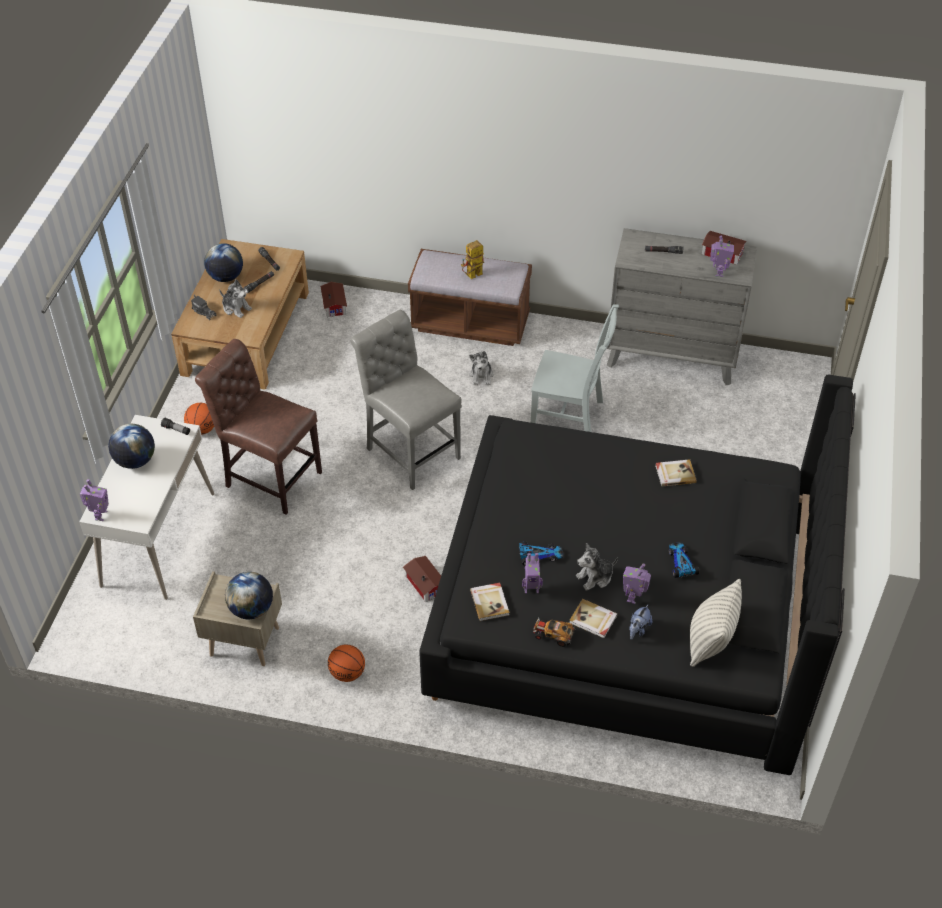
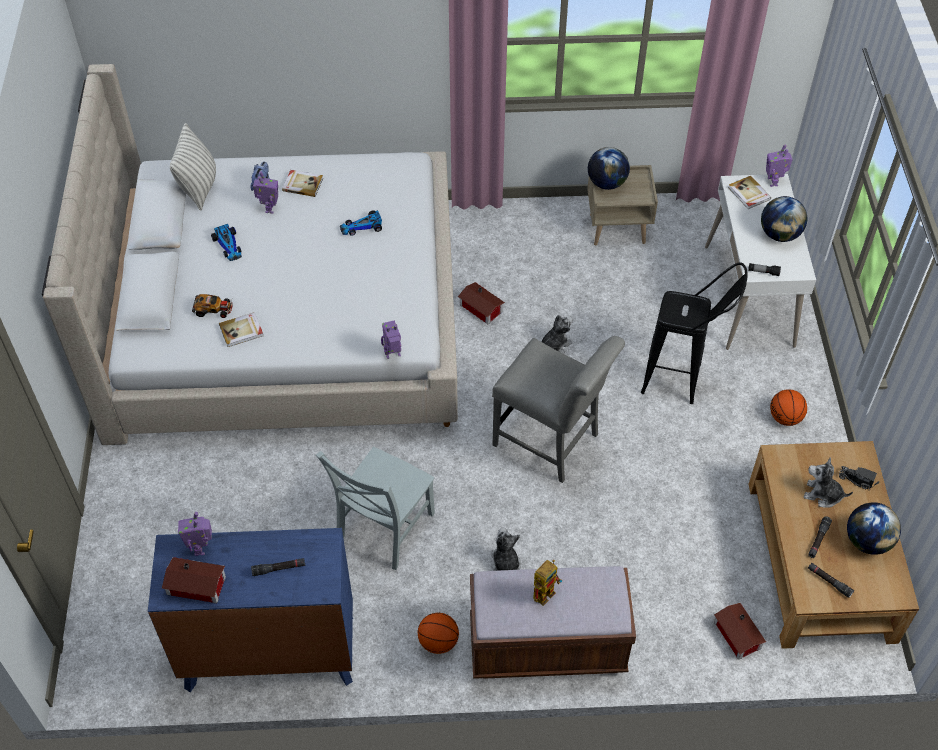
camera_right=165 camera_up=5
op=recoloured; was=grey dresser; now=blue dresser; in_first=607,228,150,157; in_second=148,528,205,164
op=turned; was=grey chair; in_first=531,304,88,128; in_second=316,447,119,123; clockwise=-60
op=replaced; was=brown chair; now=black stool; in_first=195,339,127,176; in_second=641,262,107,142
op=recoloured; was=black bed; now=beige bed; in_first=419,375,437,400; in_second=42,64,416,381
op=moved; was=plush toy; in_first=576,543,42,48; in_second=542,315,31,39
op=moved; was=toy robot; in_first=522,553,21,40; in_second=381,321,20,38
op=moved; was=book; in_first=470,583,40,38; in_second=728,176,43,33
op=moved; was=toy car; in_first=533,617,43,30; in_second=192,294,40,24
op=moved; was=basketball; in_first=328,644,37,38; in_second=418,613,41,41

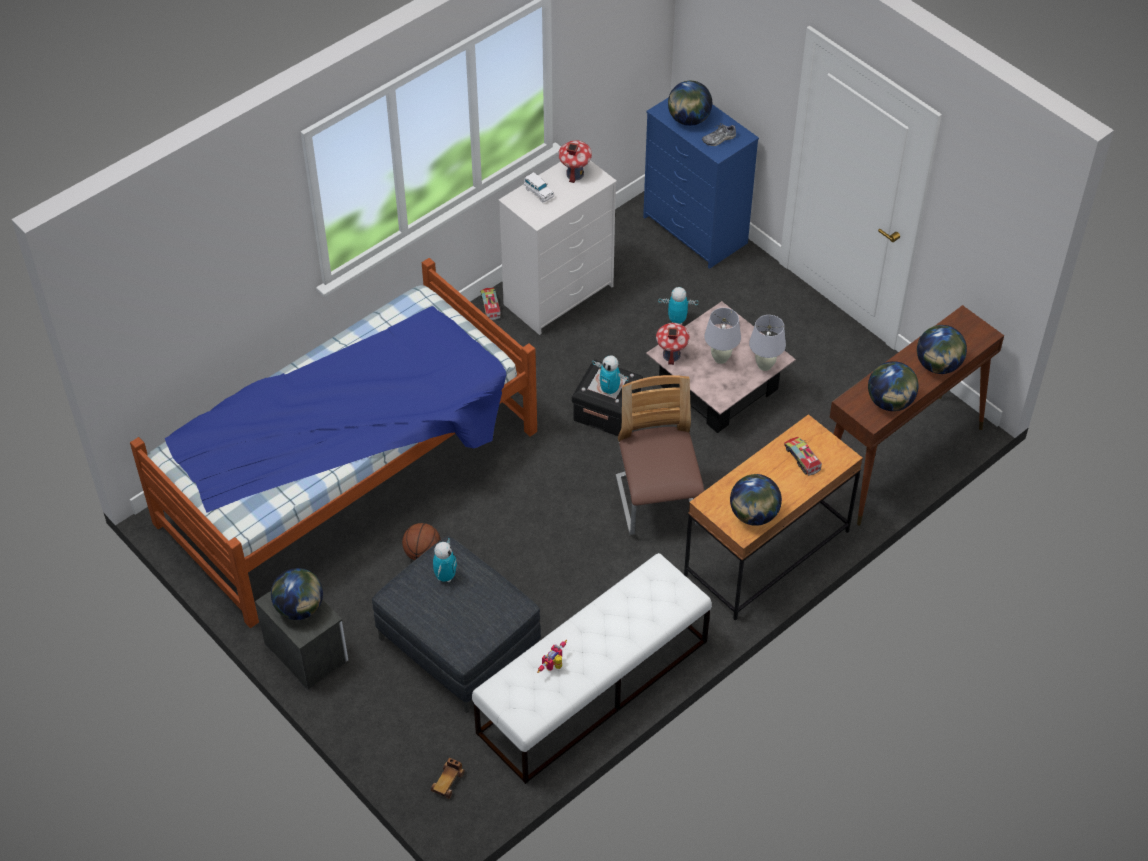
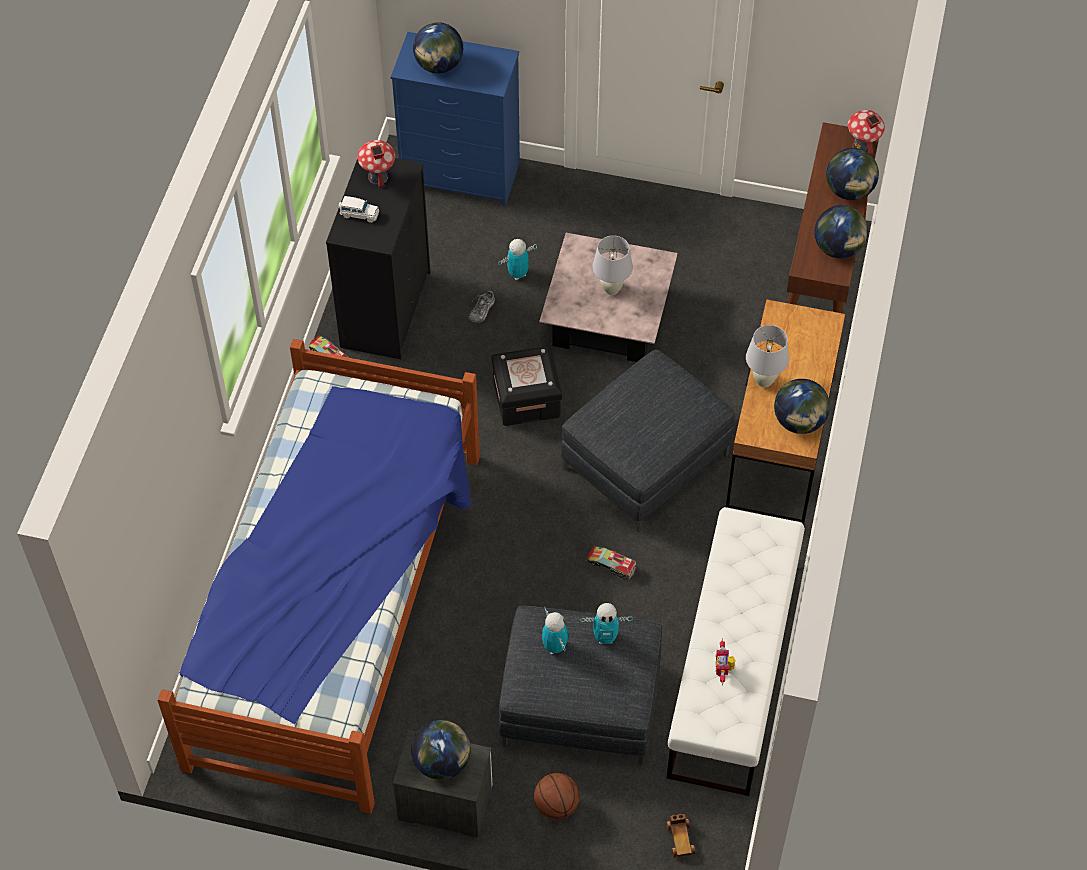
camera_right=-35 camera_up=5
op=moved; was=shoe; in_first=702,123,34,23; in_second=468,290,27,33
op=recoloured; was=white dresser; now=black dresser; in_first=498,160,119,175; in_second=326,158,104,201
op=moved; was=white table lamp; in_first=749,315,37,56; in_second=746,325,43,63
op=moved; was=toy house; in_first=656,323,33,42; in_second=848,110,37,45
op=moved; was=toy robot; in_first=592,355,37,41; in_second=580,603,53,41
op=replaced; was=chair; now=grey ottoman; in_first=616,375,88,160; in_second=561,350,174,183
op=moved; was=toy truck; in_first=784,437,38,39; in_second=587,546,49,33
op=moved; was=basketball; in_first=402,523,39,37; in_second=534,773,46,46

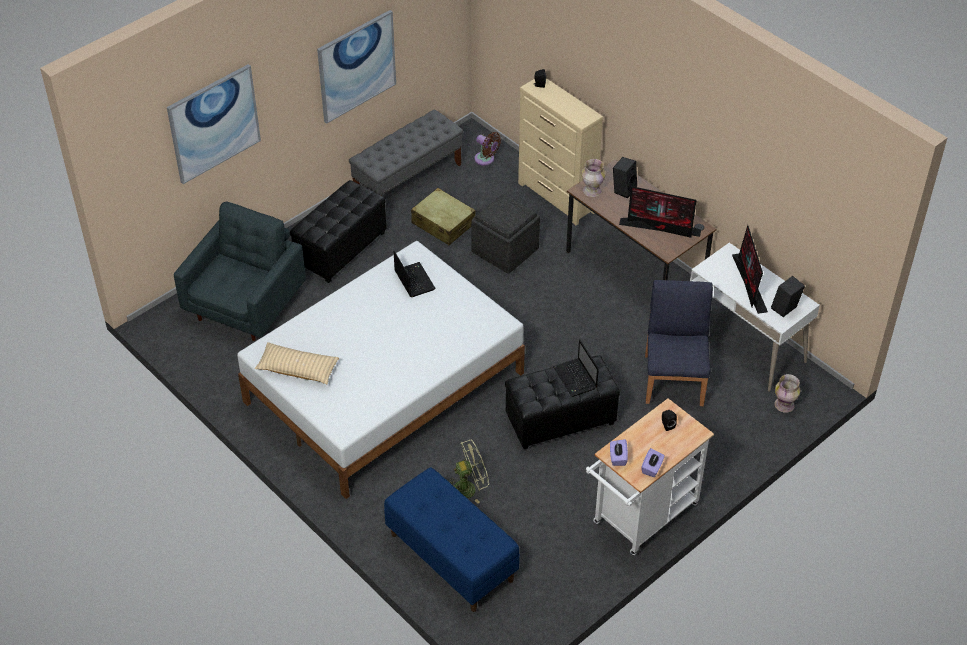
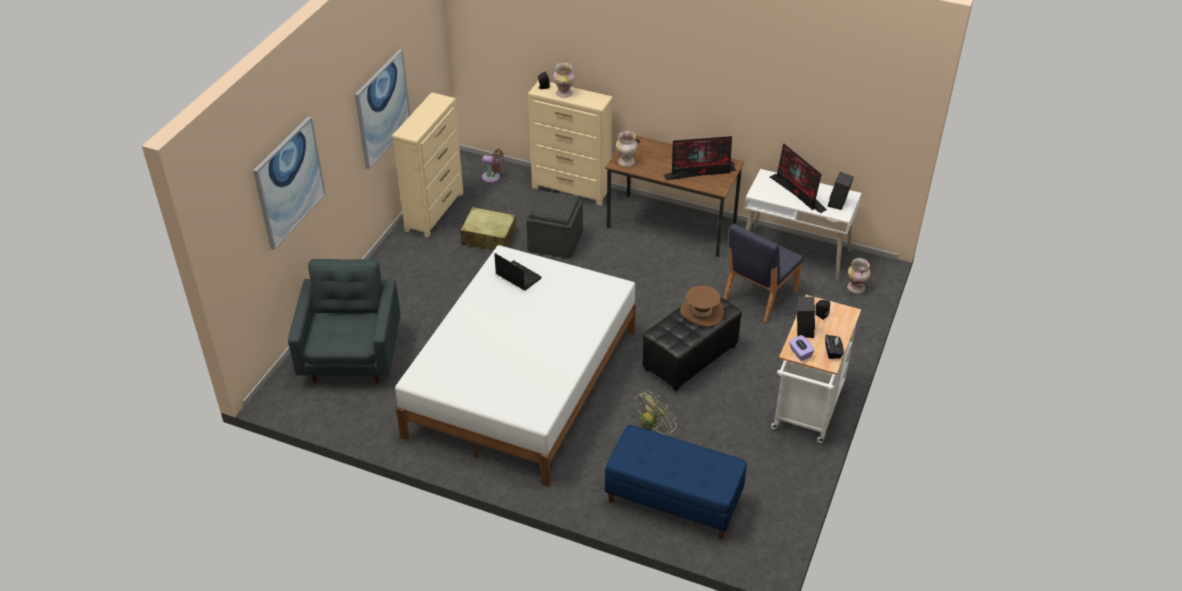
camera_right=-25 camera_up=-5
op=replaced; was=grey bench; now=beige dresser; in_first=349,110,114,86; in_second=392,92,71,146
op=moved; was=black speaker; in_first=613,157,24,41; in_second=797,297,18,41
op=removed; was=black ottoman; in_first=290,180,97,103
op=turned; was=blue chair; in_first=645,280,68,126; in_second=723,224,80,98; clockwise=-120
op=replaced; was=laptop; now=brown hat; in_first=553,339,46,58; in_second=680,285,44,42
op=removed; was=beige pillow; in_first=255,342,84,42
op=recoloured; was=purple tissue box; now=black tissue box; in_first=641,448,24,29; in_second=825,335,19,24
op=added; now=vase; in_second=553,63,22,35

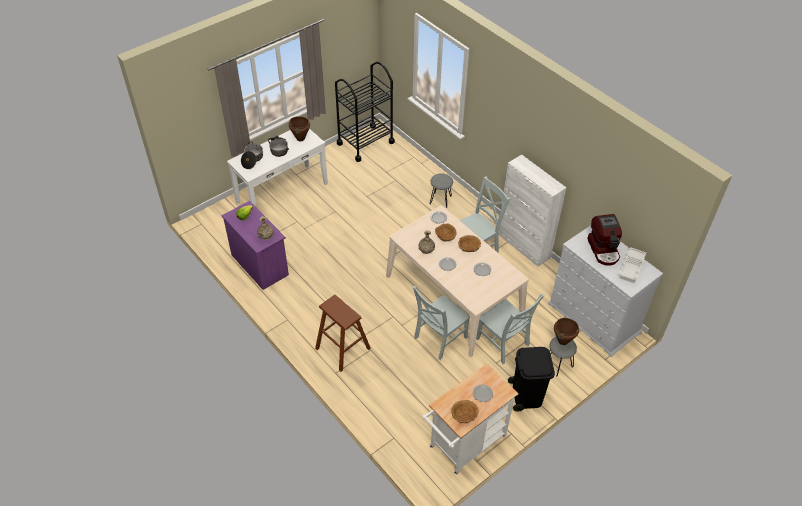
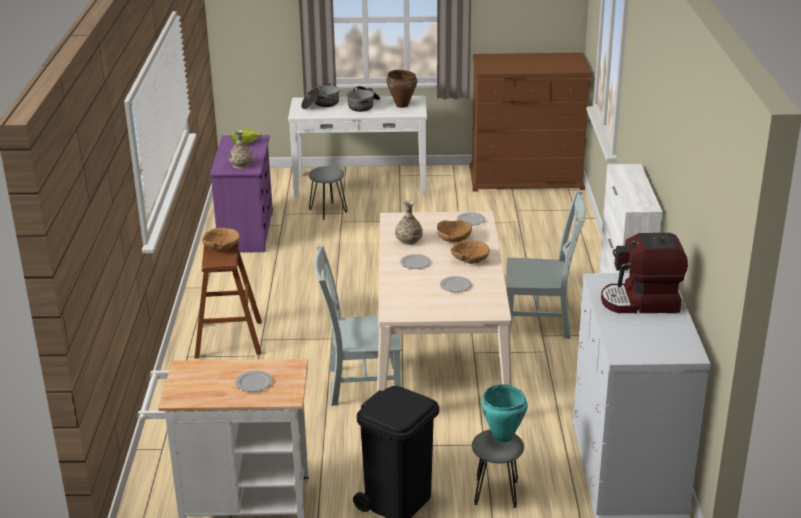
camera_right=40 camera_up=-20
op=replaced; was=black cart; now=brown dresser; in_first=335,62,60,100; in_second=469,52,122,139
op=moved; was=grey stool; in_first=430,173,23,35; in_second=309,166,38,54
op=turned; was=coffee machine; in_first=587,214,35,52; in_second=601,233,87,80; clockwise=60
op=removed; was=white tray; in_first=619,247,27,36
op=removed; was=grey chair; in_first=476,294,69,70
op=recoloured; was=brown cooking pot; now=turquoise cooking pot; in_first=554,318,25,27; in_second=481,384,47,58
op=moved; was=brown bowl; in_first=451,400,28,23; in_second=202,228,38,22

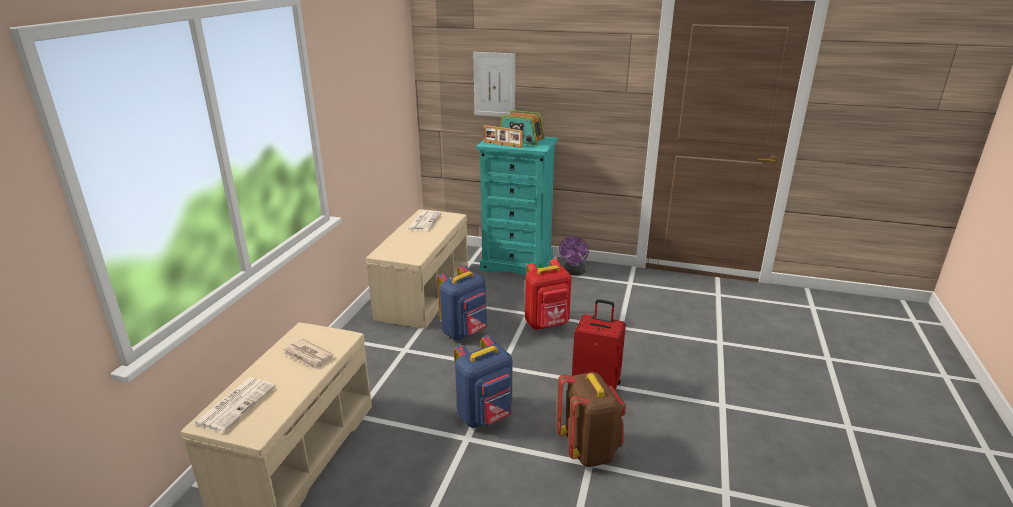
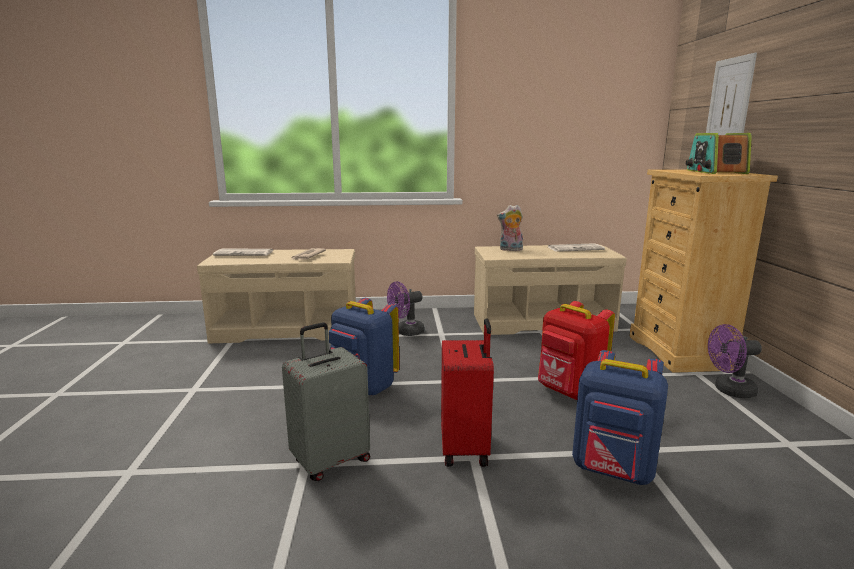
camera_right=70 camera_up=-10
op=removed; was=picture frame; in_first=483,125,40,23
op=recoloured; was=turquoise dresser; now=beige dresser; in_first=476,137,82,138; in_second=629,169,149,204
op=moved; was=blue backpack; in_first=437,265,51,75; in_second=572,350,96,135
op=replaced; was=brown backpack; now=grey suitcase; in_first=556,372,70,95; in_second=282,322,88,159
op=added; now=plush toy; in_second=497,205,26,46
op=added; now=purple fan; in_second=387,281,38,55

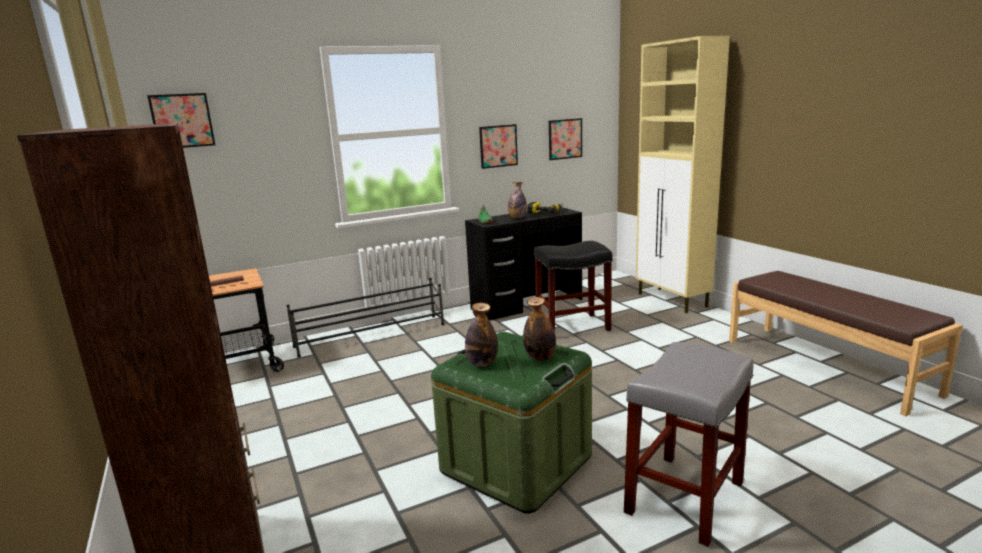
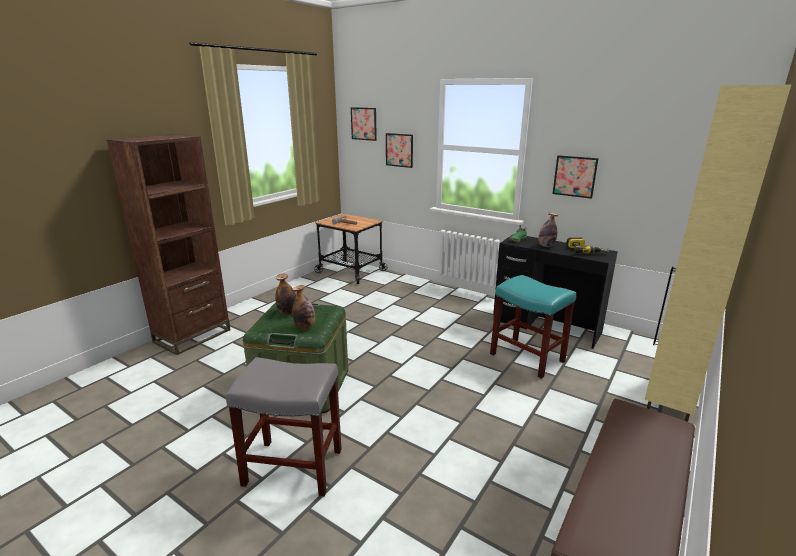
camera_right=60 camera_up=5
op=moved; was=picture; in_first=549,118,33,42; in_second=386,133,27,35
op=recoloured; was=black stool; now=turquoise stool; in_first=534,241,79,90; in_second=490,275,86,104
op=removed; was=black shoe rack; in_first=286,278,158,80

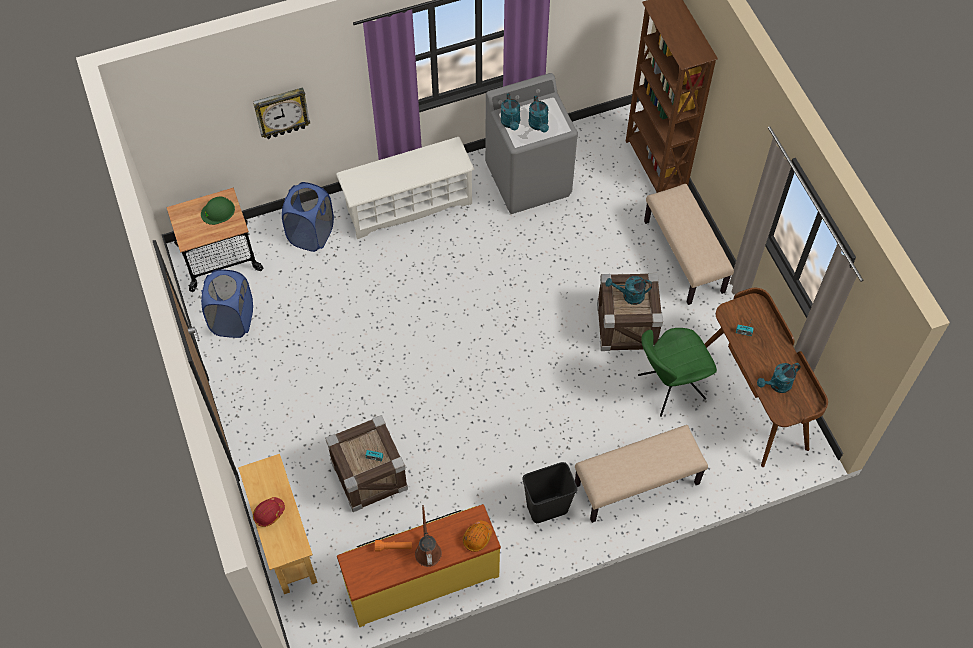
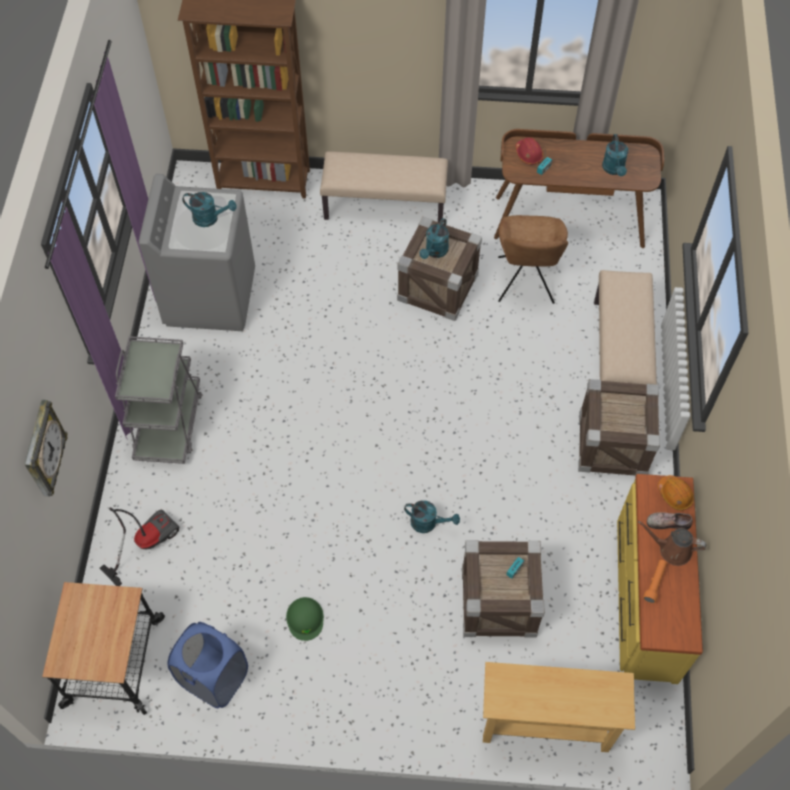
camera_right=-65 camera_up=0
op=moved; was=turquoise watering can; in_first=501,93,19,37; in_second=404,500,56,33
op=replaced; was=white shoe rack; now=grey cart; in_first=336,137,139,102; in_second=115,336,88,128
op=replaced; was=blue laundry basket; now=vacuum cleaner; in_first=282,182,52,70; in_second=100,507,79,79
op=moved; was=green hard hat; in_first=201,197,34,28; in_second=286,597,38,44
op=recoloured; was=green chair; now=brown chair; in_first=638,328,79,89; in_second=498,215,70,89
op=replaced; was=black trash can; now=crate; in_first=522,462,55,61; in_second=578,379,82,97
op=moved; was=red hard hat; in_first=253,497,32,30; in_second=516,137,27,28
op=added; now=shoe; in_second=647,512,46,18

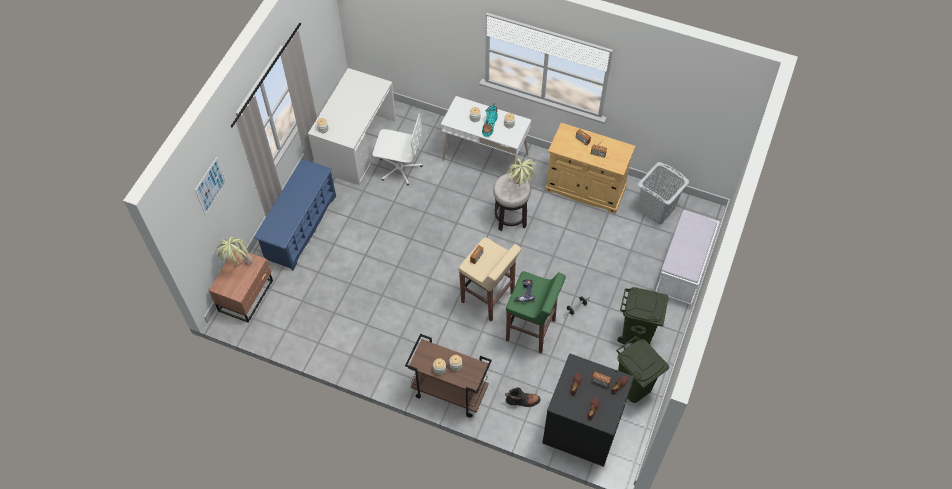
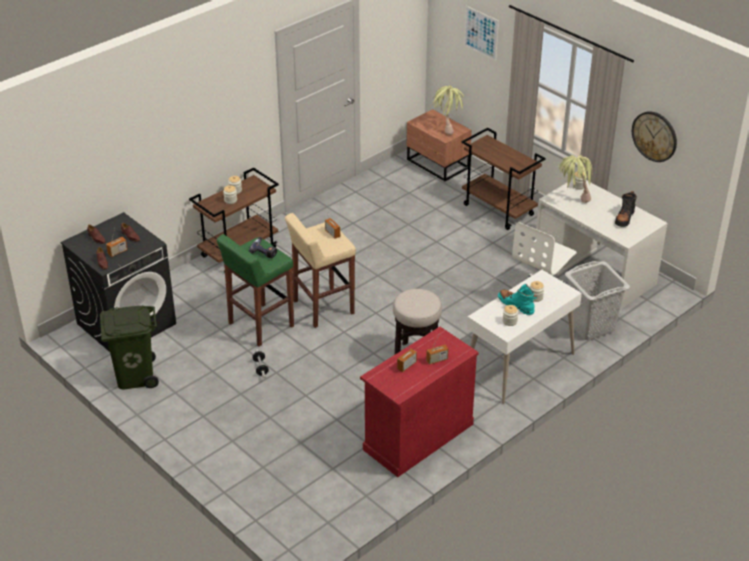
camera_right=115 camera_up=-20
op=recoloured; was=beige cabinet; now=red cabinet; in_first=545,123,91,91; in_second=360,327,119,150
op=moved; was=potted plant; in_first=507,158,29,29; in_second=559,155,34,48
op=replaced; was=blue shoe rack; now=brown cart; in_first=254,159,82,112; in_second=462,128,83,102
op=moved; was=grey laundry basket; in_first=638,162,51,62; in_second=565,261,65,79
op=removed; was=white bench; in_first=655,210,64,95
op=removed; was=green trash can; in_first=617,287,52,57
op=moved; was=black boot; in_first=505,387,36,20; in_second=615,191,22,36
op=added; now=wall clock; in_second=632,111,45,51

